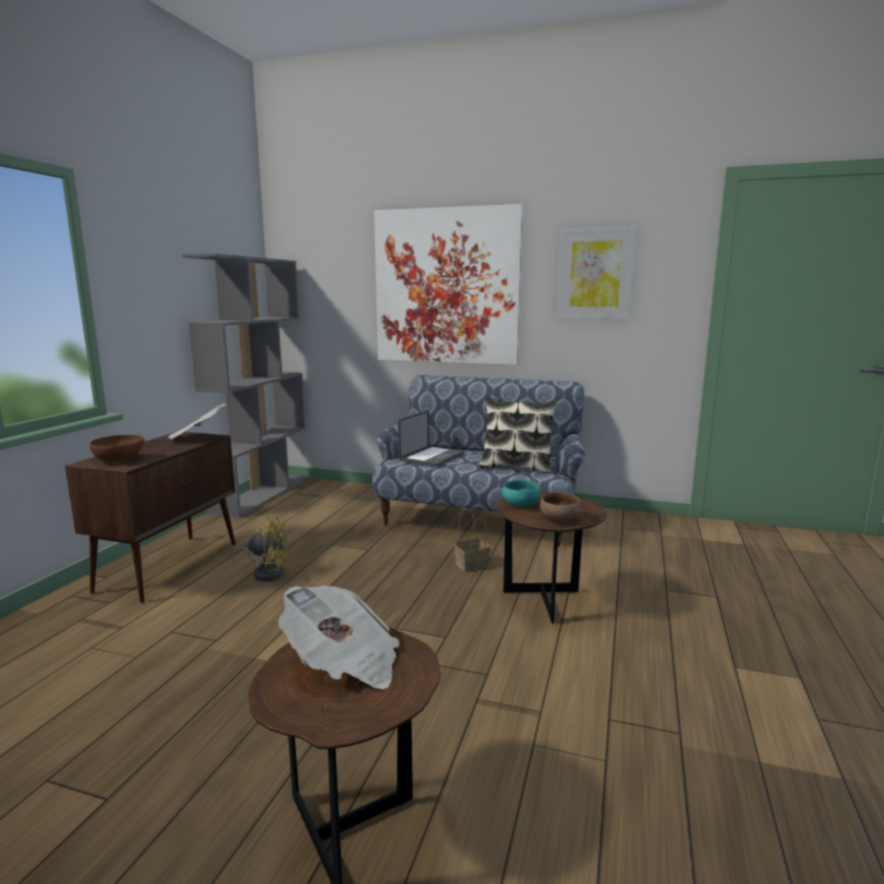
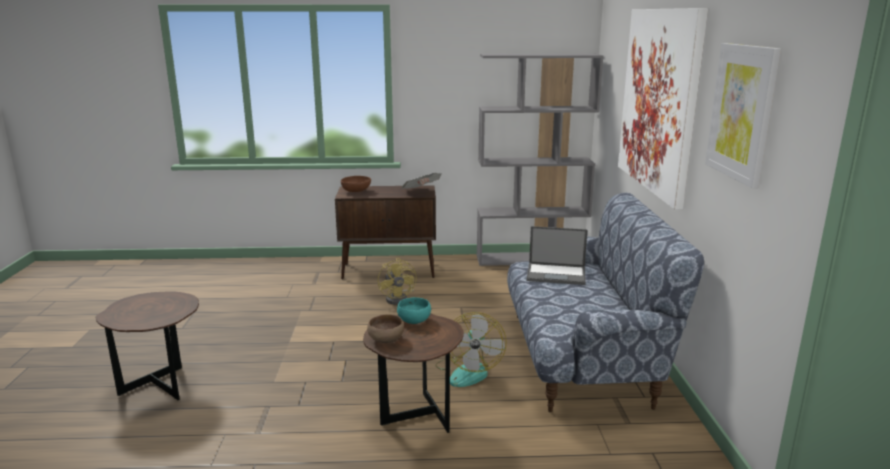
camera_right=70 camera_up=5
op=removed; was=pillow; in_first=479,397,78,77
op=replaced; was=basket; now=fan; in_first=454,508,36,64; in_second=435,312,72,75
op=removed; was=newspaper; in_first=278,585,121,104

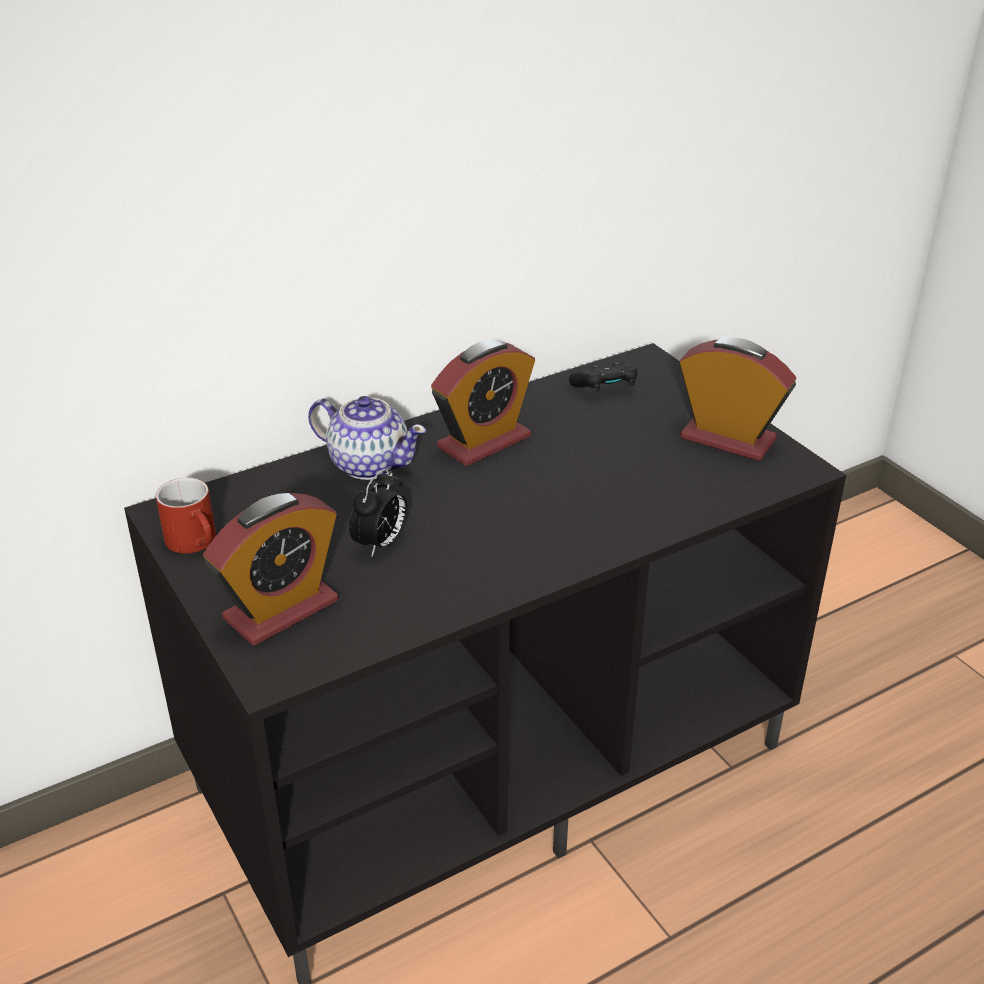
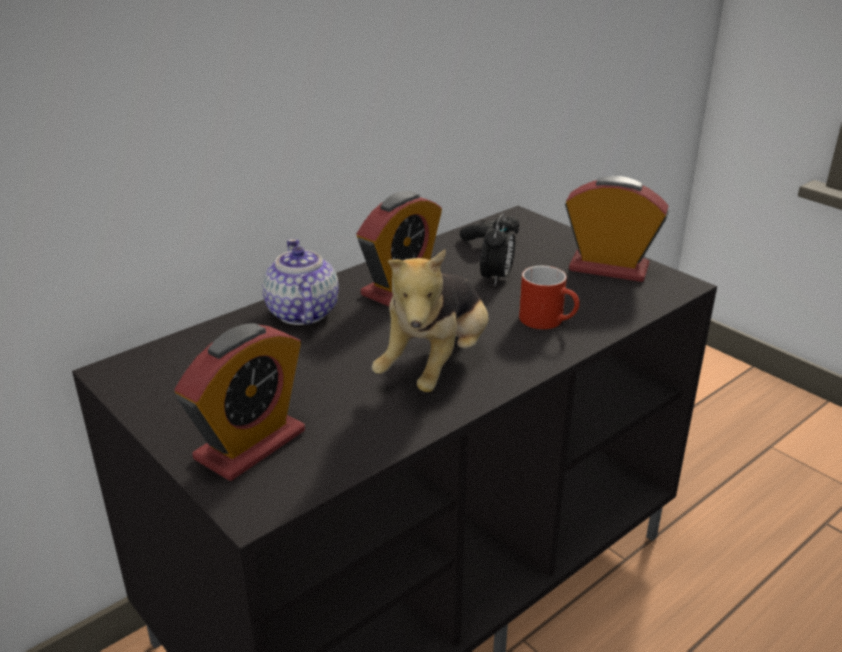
camera_right=-10 camera_up=-5
op=turned; was=teapot; in_first=308,396,118,84; in_second=262,239,77,86; clockwise=-120
op=moved; was=alarm clock; in_first=349,468,58,88; in_second=480,213,35,72
op=moved; was=red mug; in_first=156,478,60,76; in_second=519,266,61,63
op=added; now=plush toy; in_second=372,249,117,143

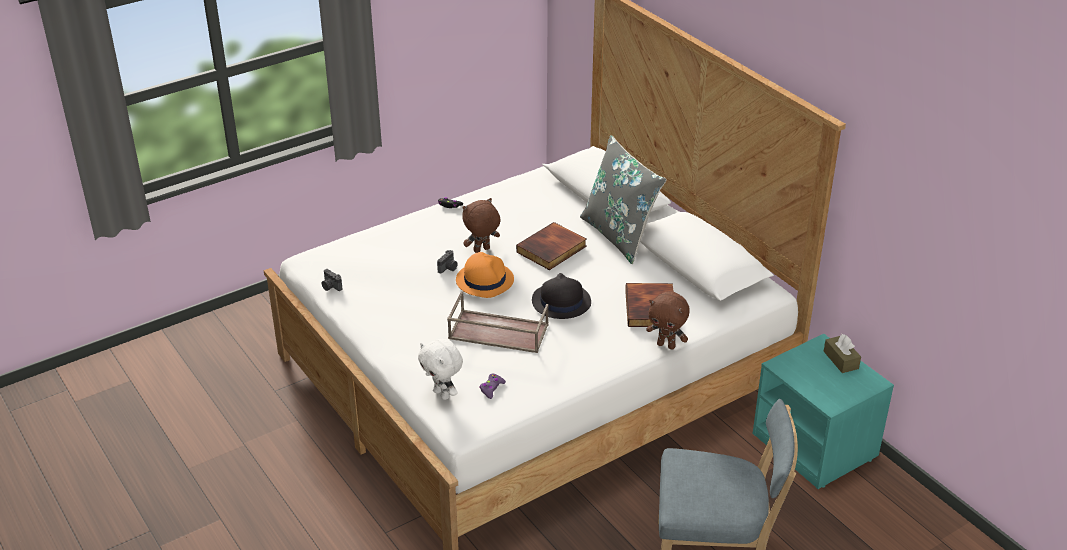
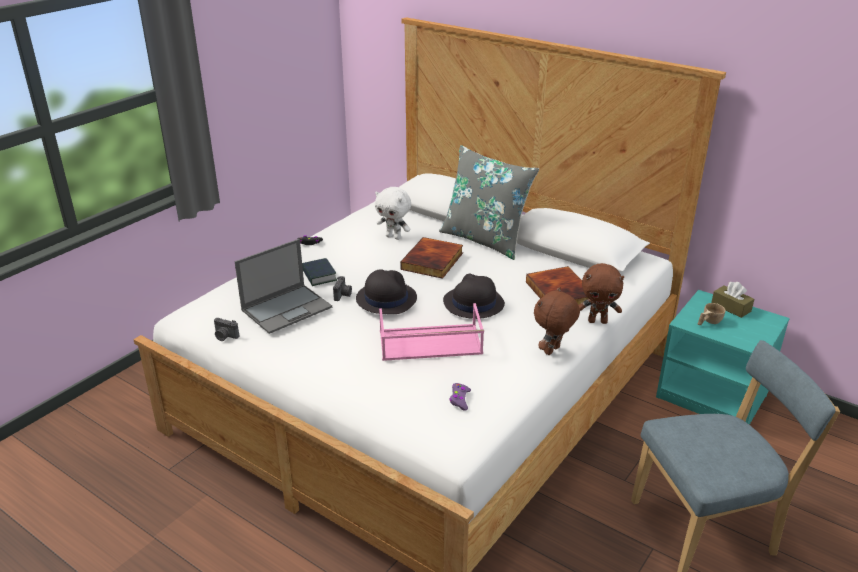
camera_right=-20 camera_up=-5
op=moved; was=brown plush toy; in_first=462,198,38,55; in_second=534,287,46,68
op=recoloured; was=orange hat; now=black hat; in_first=456,252,58,46; in_second=356,269,61,45
op=recoloured; was=brown tray; now=pink tray; in_first=447,291,102,62; in_second=379,303,105,58
op=moved; was=white plush toy; in_first=418,339,45,61; in_second=375,187,36,53
op=added; now=laptop; in_second=234,239,98,95
op=added; now=book; in_second=302,258,35,28
op=added; now=beige cup; in_second=698,303,27,22

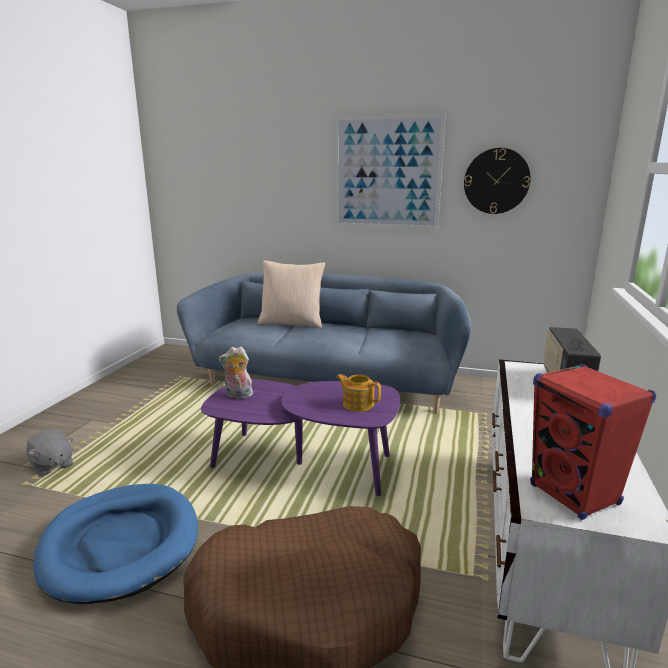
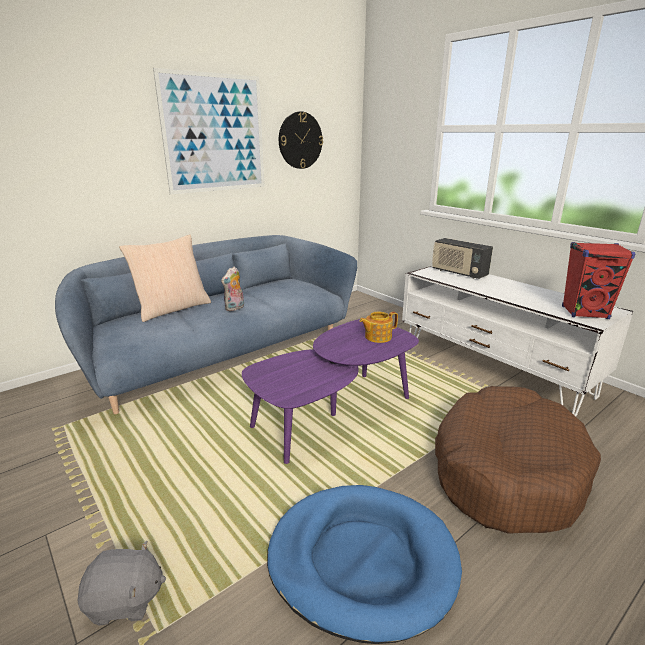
camera_right=-55 camera_up=5
op=moved; was=plush toy; in_first=218,346,35,52; in_second=221,267,23,44

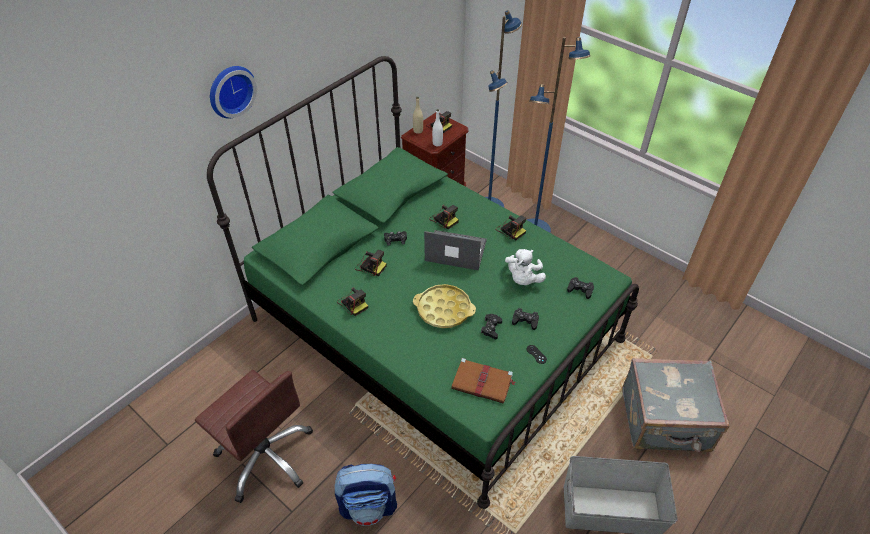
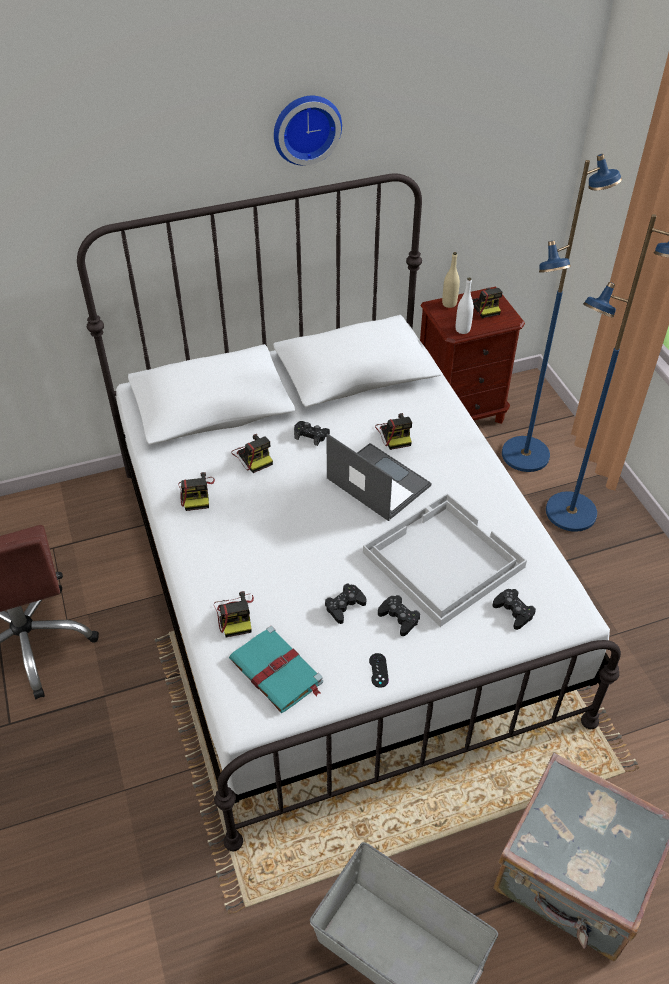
camera_right=30 camera_up=0
op=recoloured; was=green bed; now=white bed; in_first=207,56,432,453; in_second=77,173,544,678
op=moved; was=wall clock; in_first=210,66,47,52; in_second=274,96,68,69
op=moved; was=photo camera; in_first=495,215,31,25; in_second=214,591,40,46
op=replaced; was=white plush toy; now=white tray; in_first=505,249,41,36; in_second=363,493,164,134
op=removed; was=yellow tray; in_first=413,284,63,44
op=recoloured; was=brown book; now=turquoise book; in_first=451,358,64,46; in_second=229,626,94,87
op=removed; was=backpack; in_first=334,464,63,62

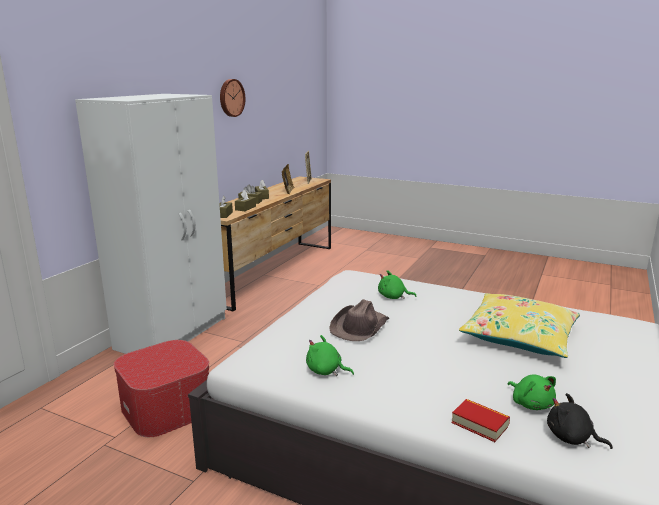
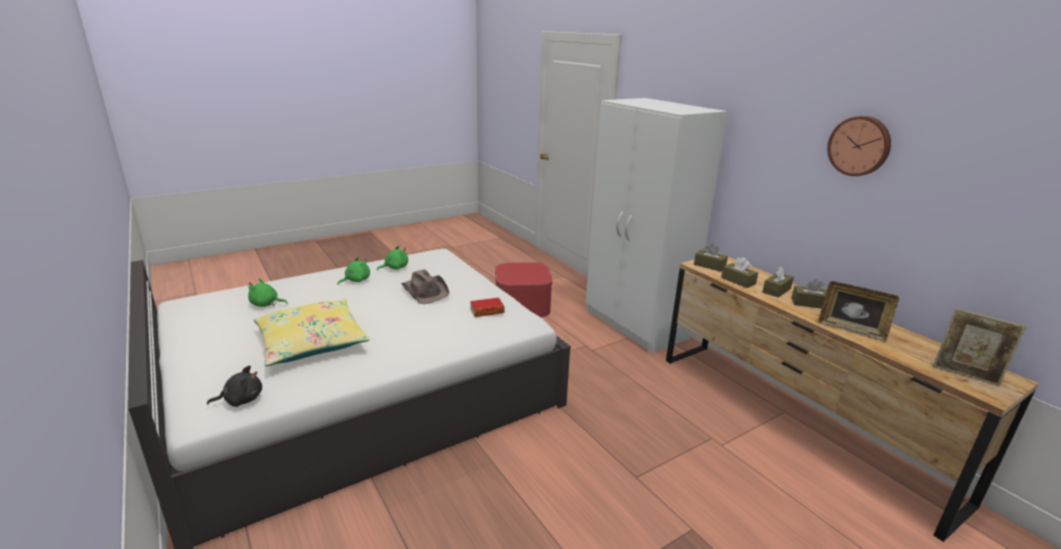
camera_right=120 camera_up=5
op=moved; was=green plush toy; in_first=378,270,39,29; in_second=338,257,32,28
op=moved; was=black plush toy; in_first=547,393,66,56; in_second=207,365,55,42
op=moved; was=book; in_first=451,399,59,43; in_second=470,298,35,19

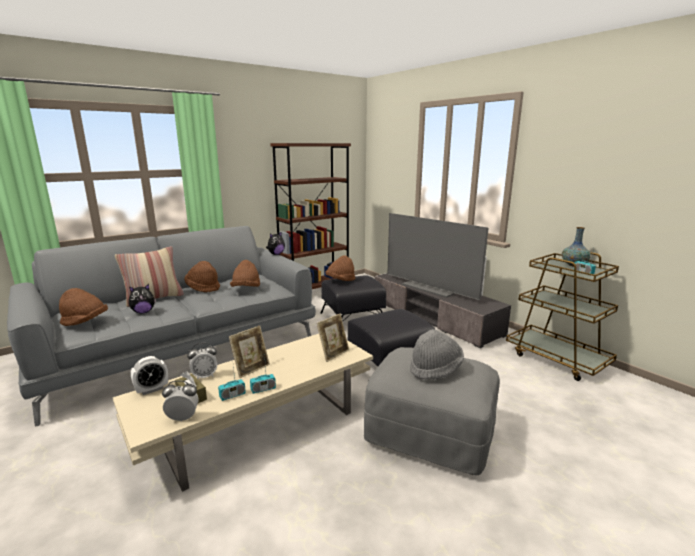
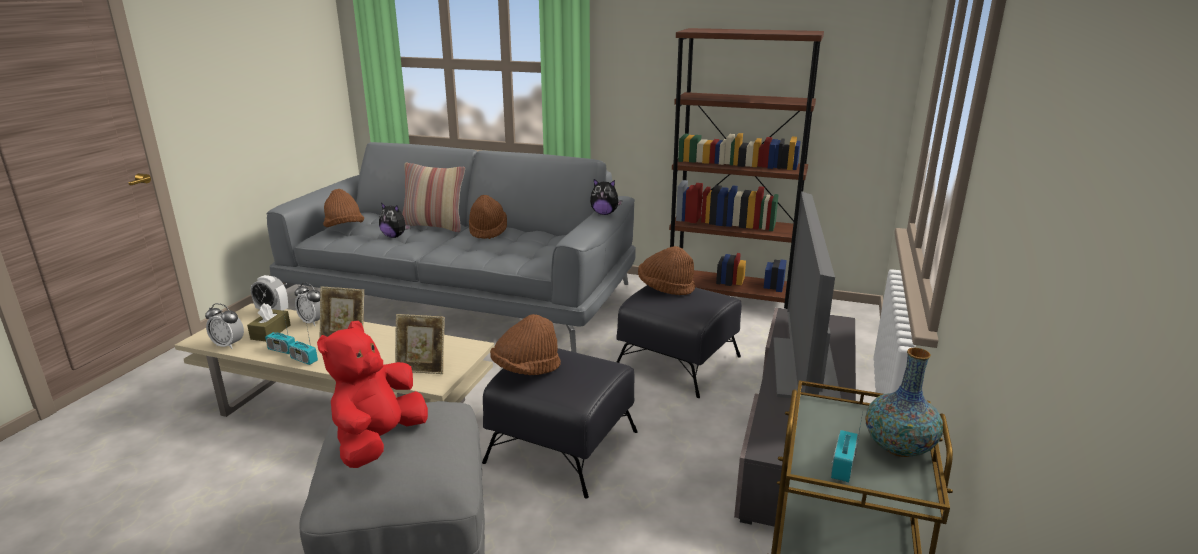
camera_right=55 camera_up=5
op=moved; was=brown hat; in_first=230,260,30,27; in_second=490,314,71,61
op=replaced; was=grey hat; now=red plush toy; in_first=410,329,54,50; in_second=317,321,111,147
op=turned; was=alarm clock; in_first=162,380,37,41; in_second=205,303,39,46; clockwise=150

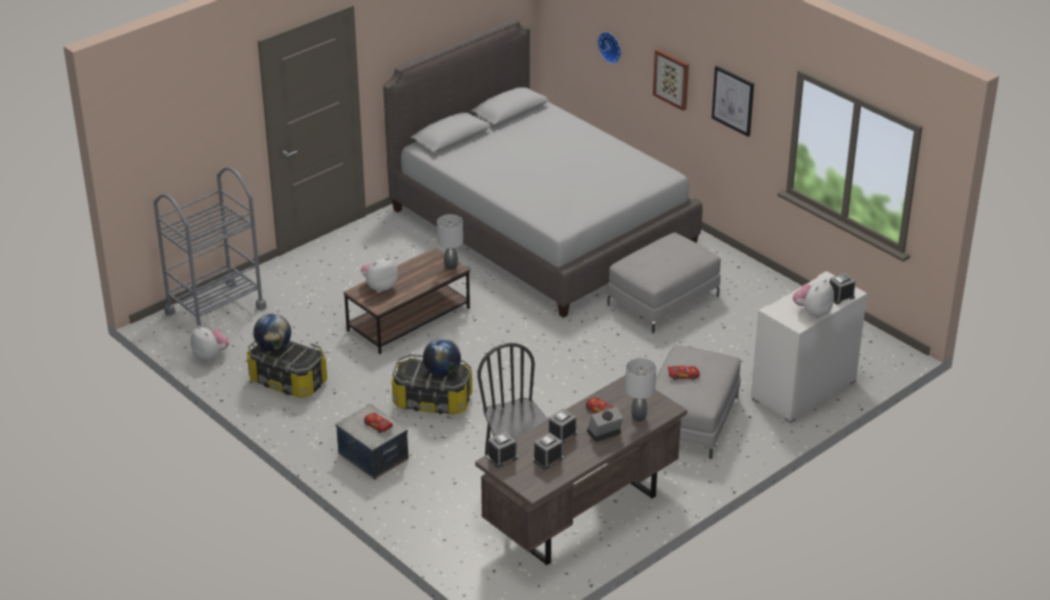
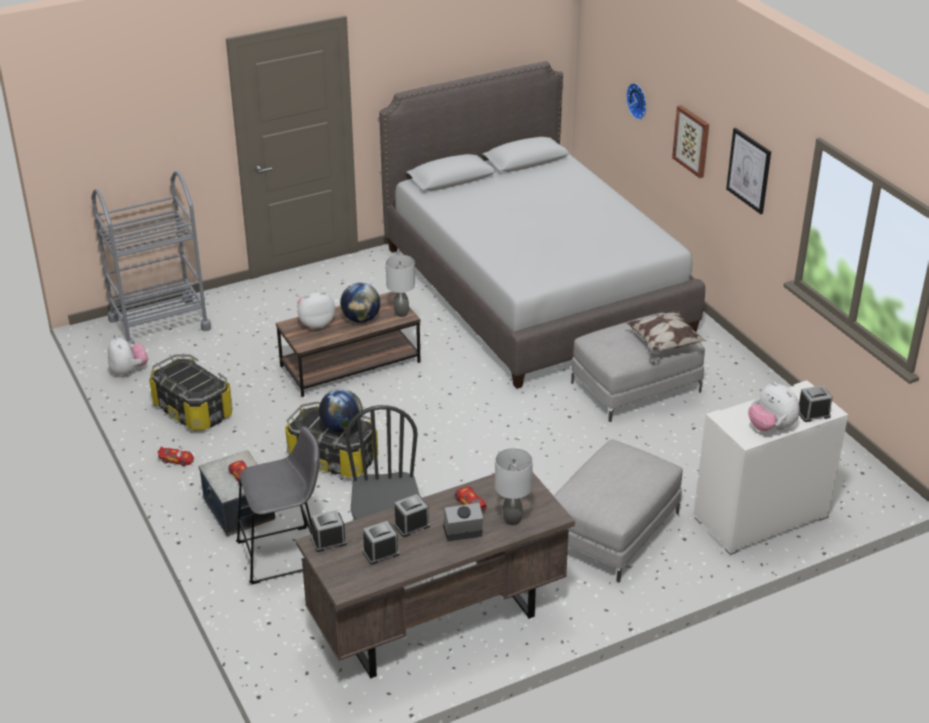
camera_right=15 camera_up=0
op=turned; was=plush toy; in_first=793,279,41,40; in_second=748,382,52,49; clockwise=-90
op=moved; was=globe; in_first=253,314,38,37; in_second=340,283,40,40
op=moved; was=toy car; in_first=668,366,32,14; in_second=158,446,36,20
op=added; now=pillow; in_second=626,310,80,45
op=added; now=grey stool; in_second=236,427,84,157

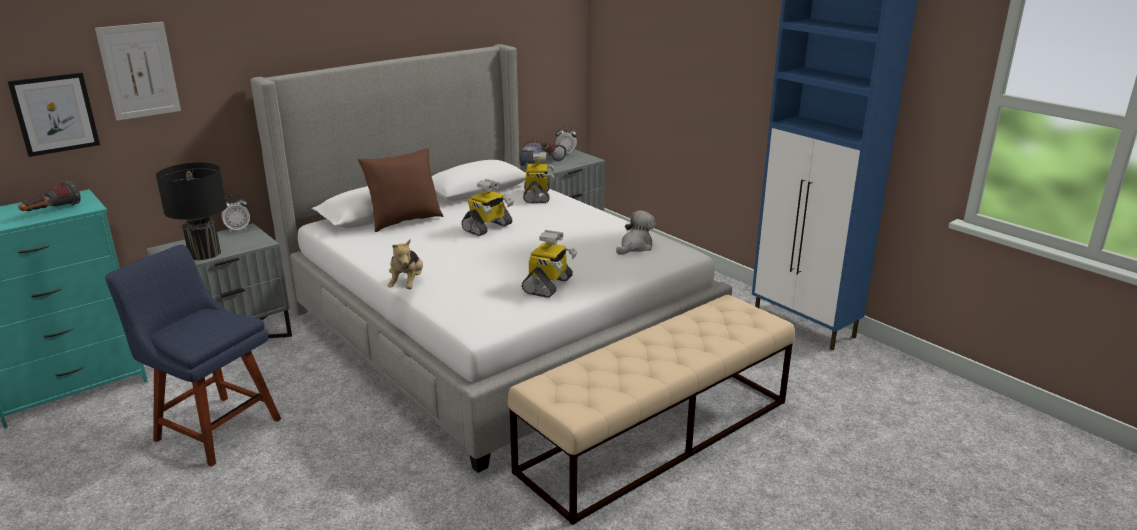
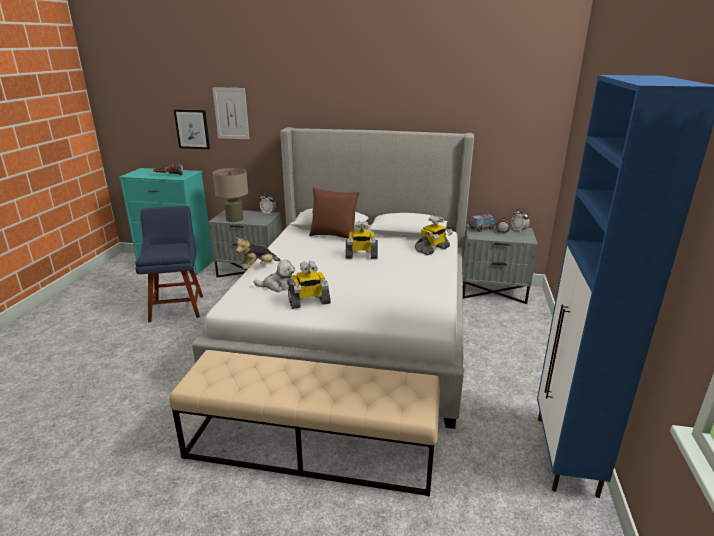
camera_right=50 camera_up=0
op=recoloured; was=black table lamp; now=beige table lamp; in_first=156,163,71,97; in_second=213,168,35,54
op=moved; was=plush toy; in_first=616,210,39,45; in_second=253,260,42,32

